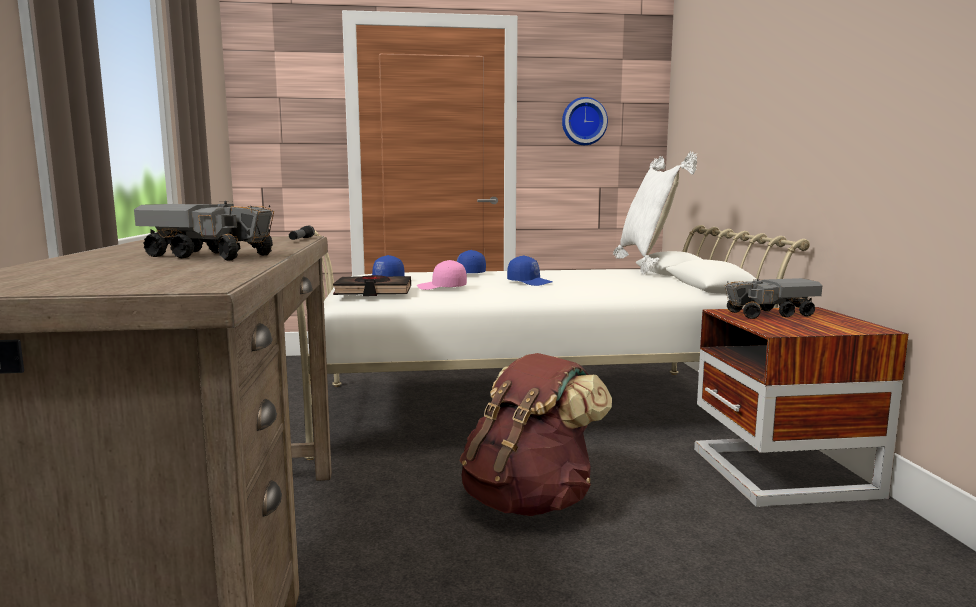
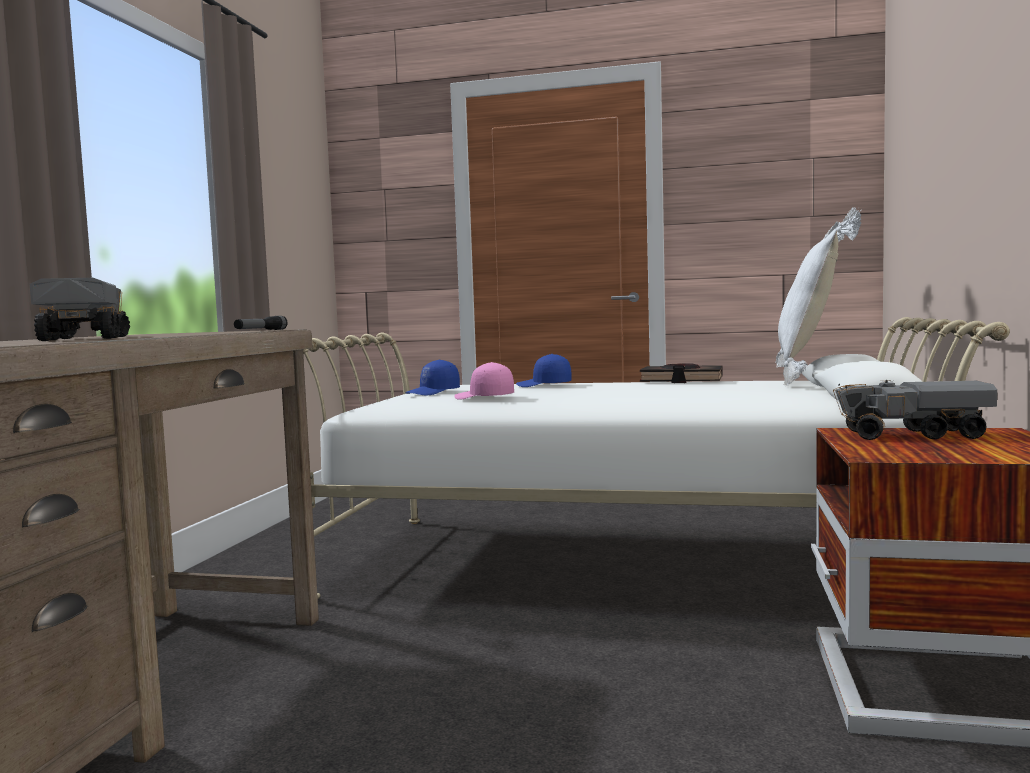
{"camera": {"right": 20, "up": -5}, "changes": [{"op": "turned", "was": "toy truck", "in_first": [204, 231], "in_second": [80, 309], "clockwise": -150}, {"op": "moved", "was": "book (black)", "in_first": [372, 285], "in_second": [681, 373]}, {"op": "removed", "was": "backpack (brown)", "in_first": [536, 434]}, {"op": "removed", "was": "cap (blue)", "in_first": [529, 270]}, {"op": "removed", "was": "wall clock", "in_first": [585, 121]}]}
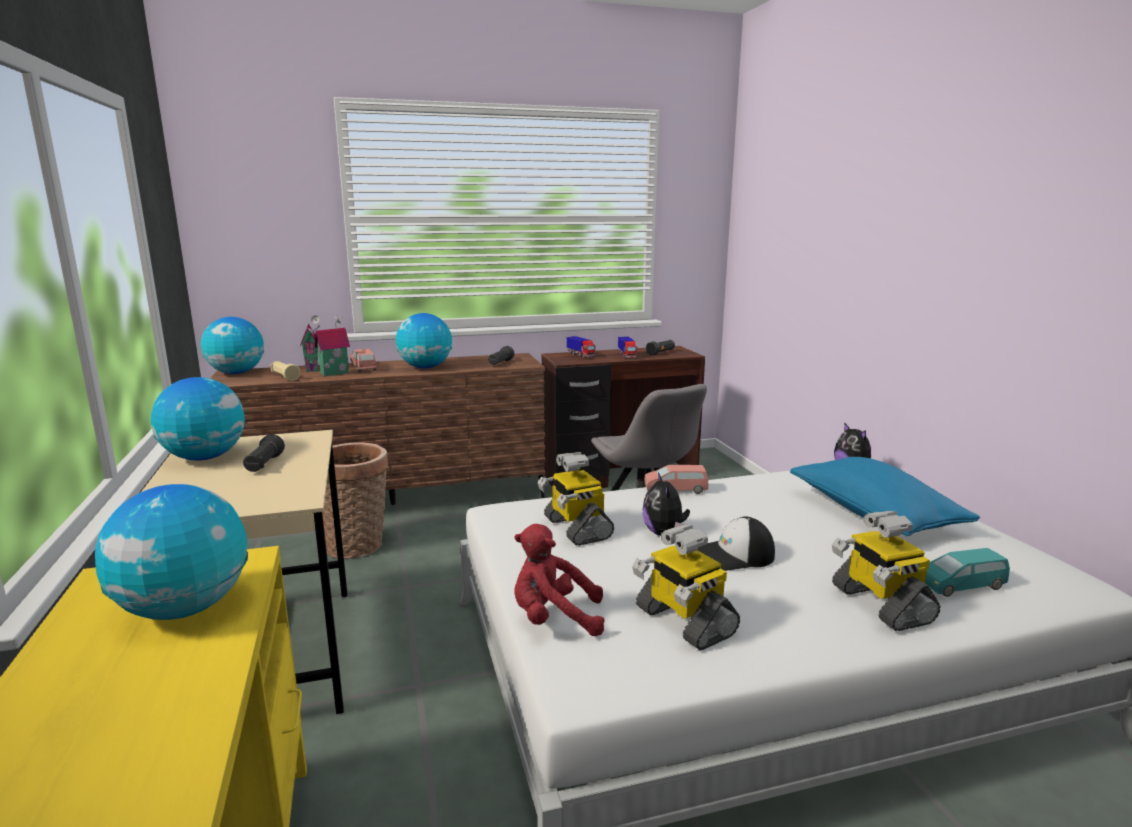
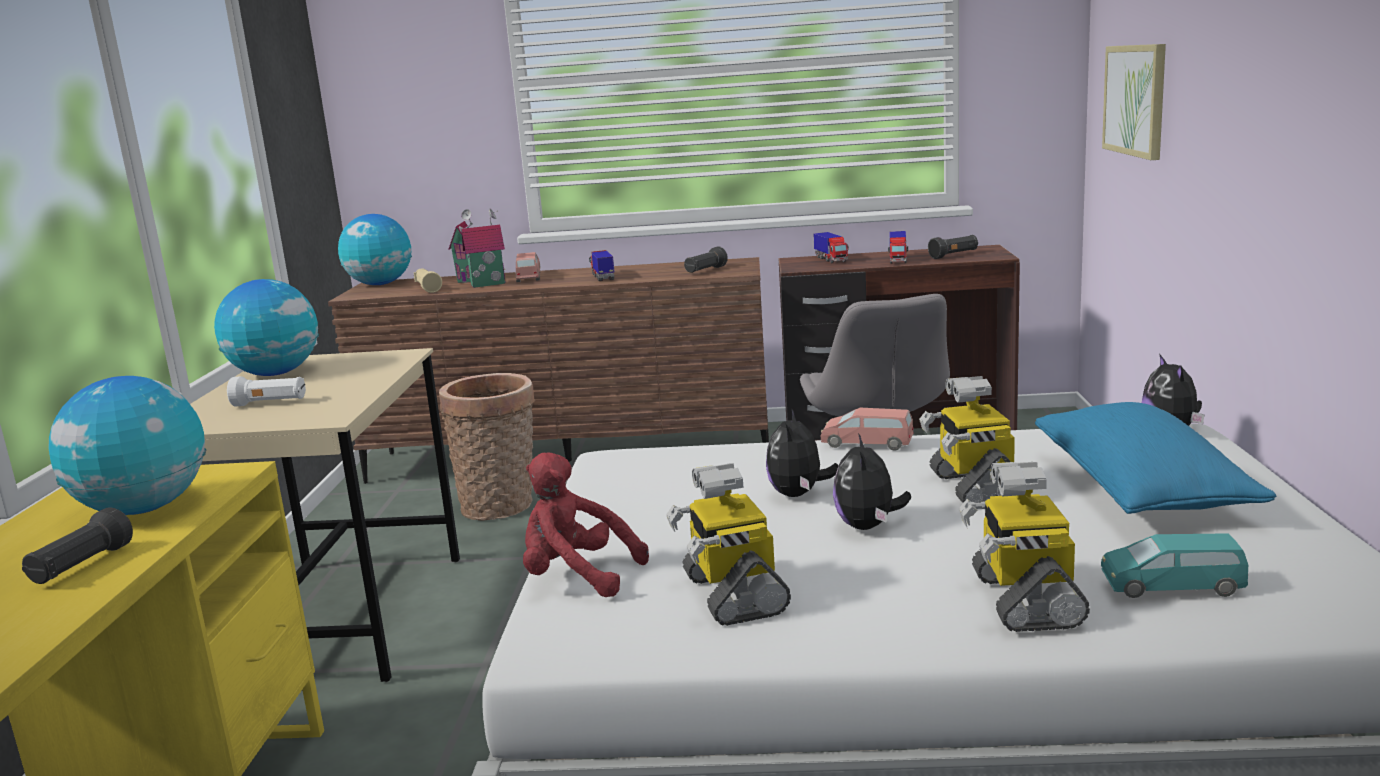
{"camera": {"right": 20, "up": 0}, "changes": [{"op": "moved", "was": "flashlight (black)", "in_first": [264, 453], "in_second": [77, 545]}, {"op": "replaced", "was": "globe", "now": "toy truck", "in_first": [424, 341], "in_second": [601, 265]}, {"op": "moved", "was": "toy robot", "in_first": [576, 499], "in_second": [967, 439]}, {"op": "replaced", "was": "cap", "now": "plush toy", "in_first": [736, 544], "in_second": [872, 481]}, {"op": "added", "now": "flashlight (white)", "in_second": [266, 391]}, {"op": "added", "now": "picture", "in_second": [1134, 102]}]}
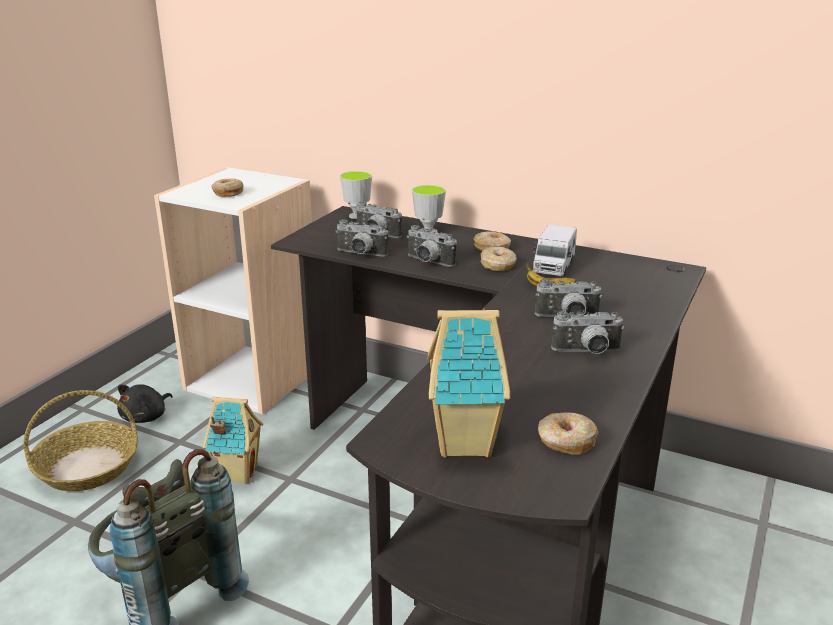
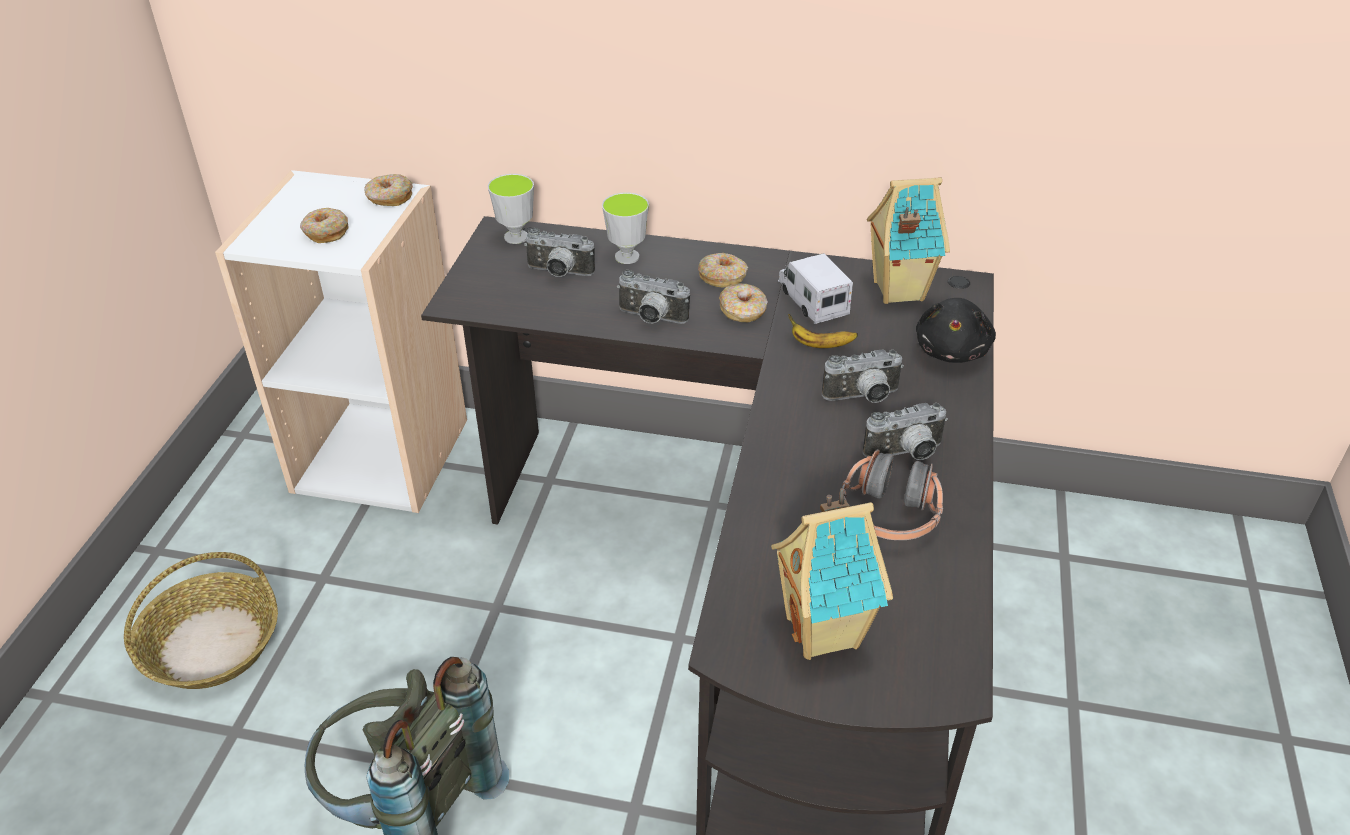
{"camera": {"right": -15, "up": 15}, "changes": [{"op": "moved", "was": "plush toy (black)", "in_first": [145, 403], "in_second": [956, 330]}, {"op": "moved", "was": "toy house", "in_first": [233, 440], "in_second": [908, 240]}, {"op": "removed", "was": "photo camera", "in_first": [361, 238]}, {"op": "turned", "was": "toy truck", "in_first": [555, 250], "in_second": [815, 288], "clockwise": 150}, {"op": "moved", "was": "donut", "in_first": [568, 433], "in_second": [388, 190]}, {"op": "added", "now": "headphones", "in_second": [891, 494]}]}
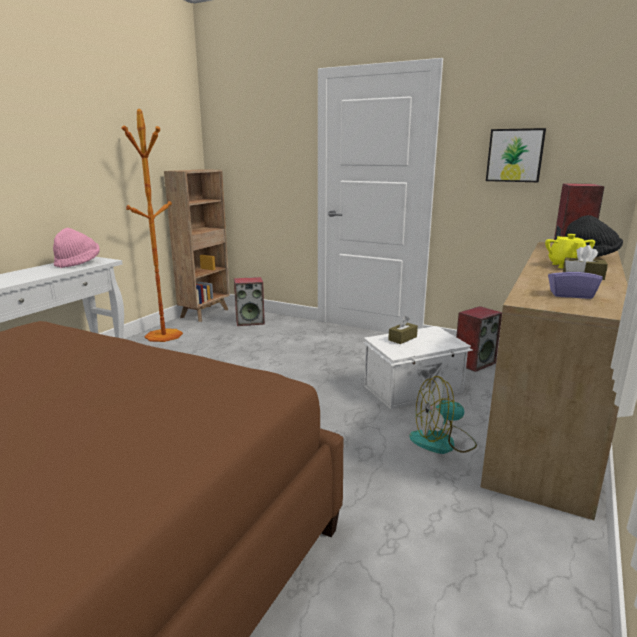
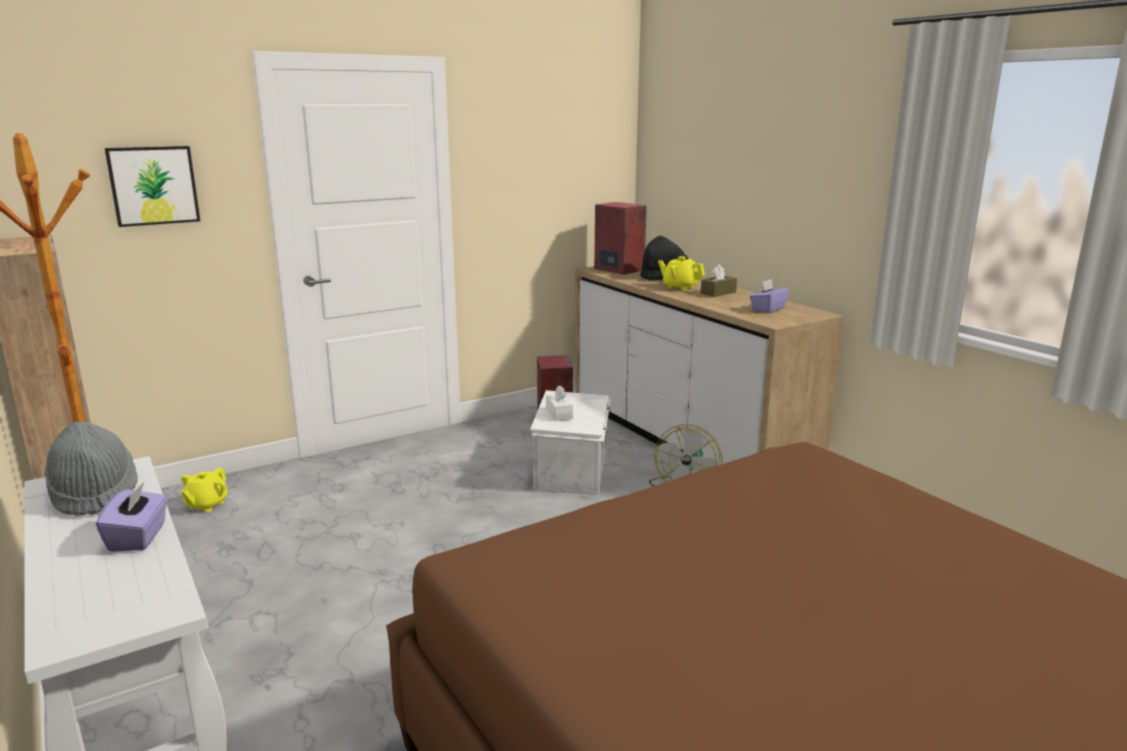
{"camera": {"right": -60, "up": 0}, "changes": [{"op": "recoloured", "was": "hat (pink)", "now": "hat (grey)", "in_first": [76, 248], "in_second": [91, 469]}, {"op": "replaced", "was": "speaker", "now": "teapot (yellow)", "in_first": [249, 301], "in_second": [204, 490]}, {"op": "recoloured", "was": "tissue box (brown)", "now": "tissue box (white)", "in_first": [403, 330], "in_second": [559, 403]}, {"op": "moved", "was": "picture", "in_first": [516, 155], "in_second": [152, 186]}, {"op": "added", "now": "tissue box (purple)", "in_second": [132, 517]}]}
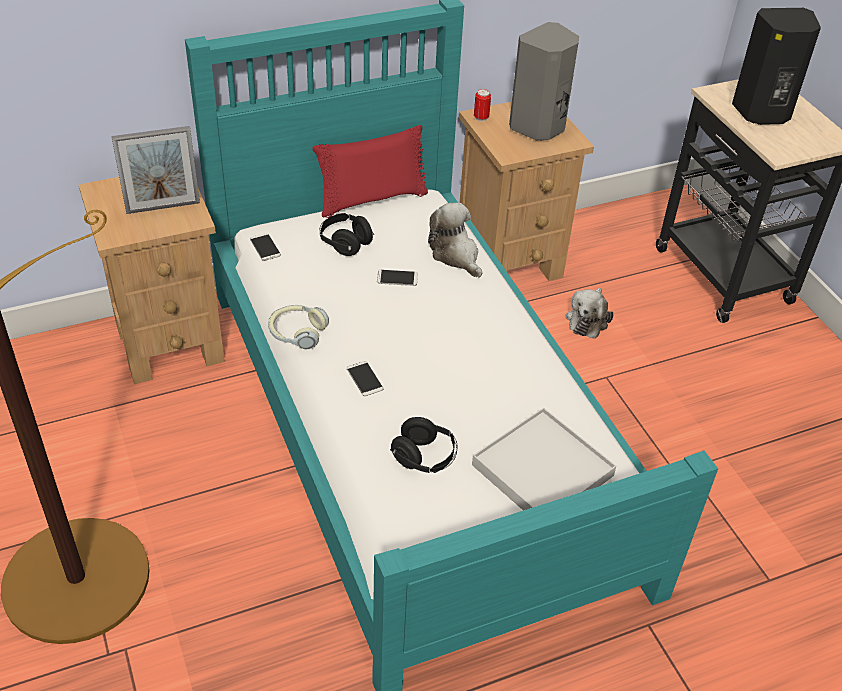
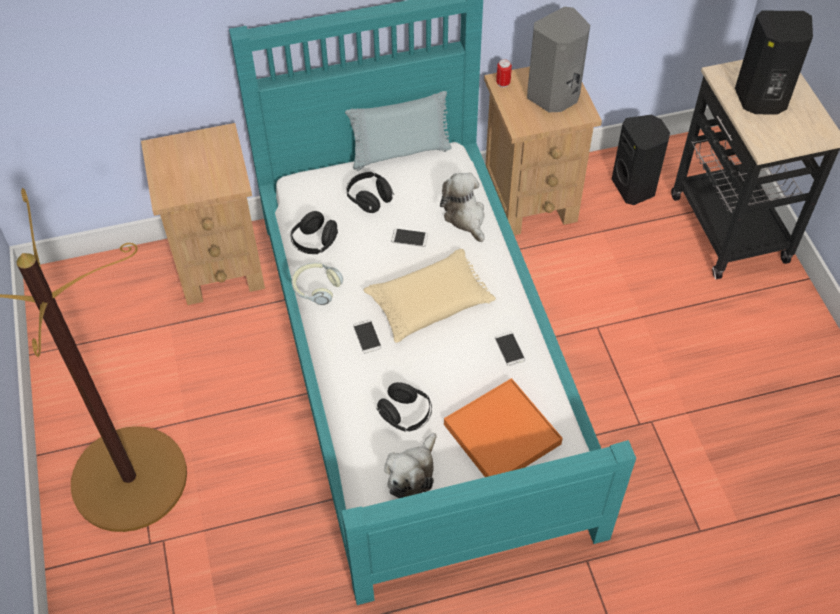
{"camera": {"right": 10, "up": 10}, "changes": [{"op": "removed", "was": "picture frame", "in_first": [155, 170]}, {"op": "moved", "was": "phone", "in_first": [265, 247], "in_second": [510, 349]}, {"op": "recoloured", "was": "pillow (red)", "now": "pillow (blue)", "in_first": [370, 172], "in_second": [398, 131]}, {"op": "recoloured", "was": "tray (white)", "now": "tray (orange)", "in_first": [544, 459], "in_second": [503, 427]}, {"op": "moved", "was": "plush toy", "in_first": [589, 313], "in_second": [410, 465]}, {"op": "added", "now": "headphones (black)", "in_second": [314, 232]}, {"op": "added", "now": "pillow (beige)", "in_second": [429, 296]}, {"op": "added", "now": "speaker (black)", "in_second": [641, 160]}]}
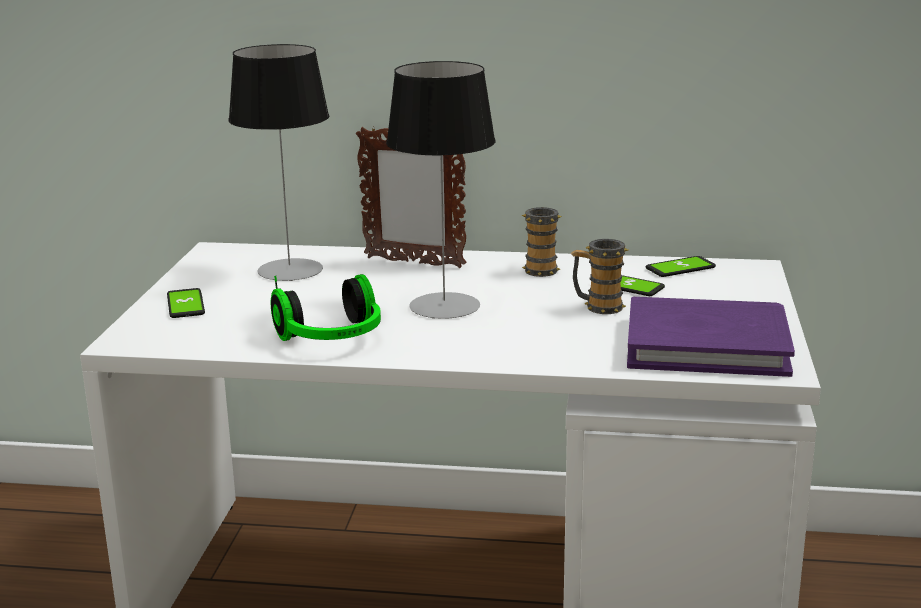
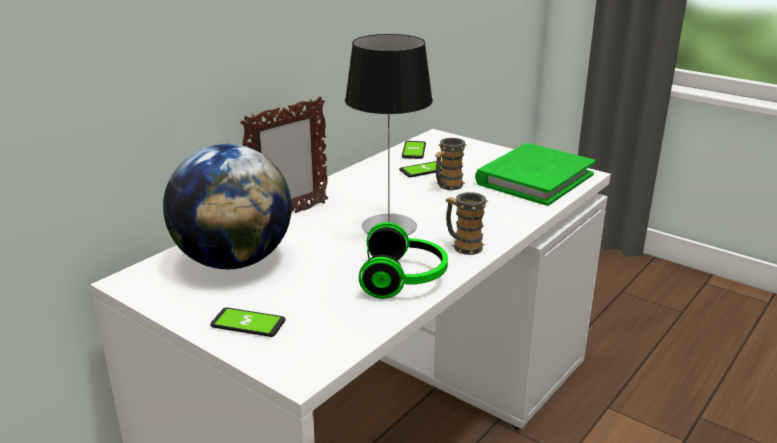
{"camera": {"right": -60, "up": 5}, "changes": [{"op": "replaced", "was": "table lamp", "now": "globe", "in_first": [278, 162], "in_second": [227, 206]}, {"op": "moved", "was": "mug", "in_first": [541, 242], "in_second": [466, 223]}, {"op": "recoloured", "was": "book (purple)", "now": "book (green)", "in_first": [711, 337], "in_second": [535, 174]}]}
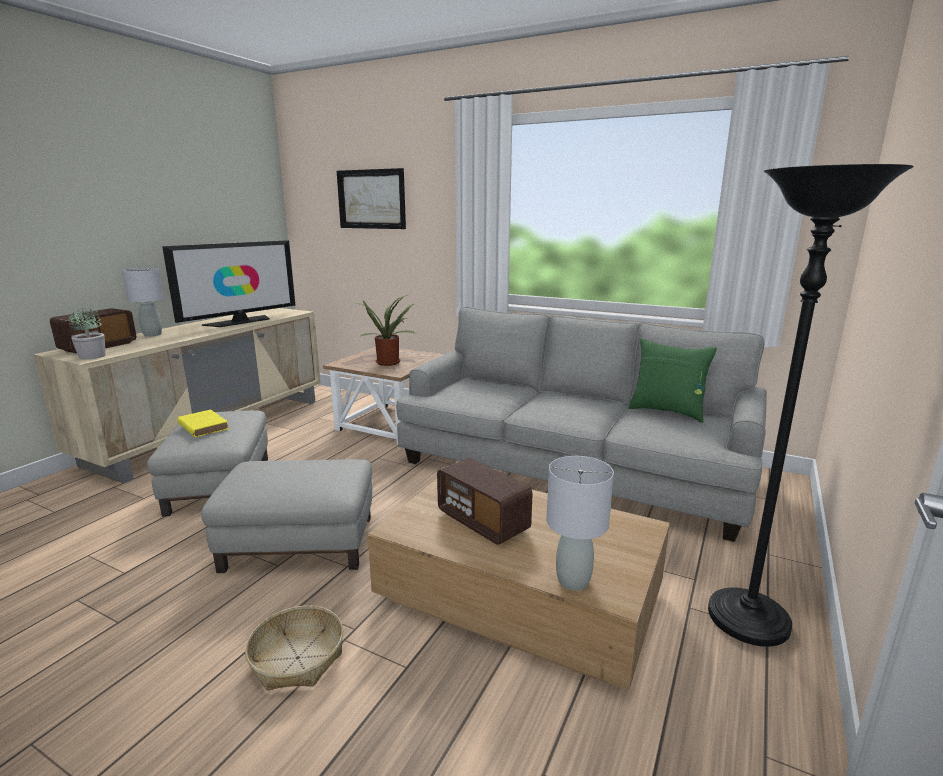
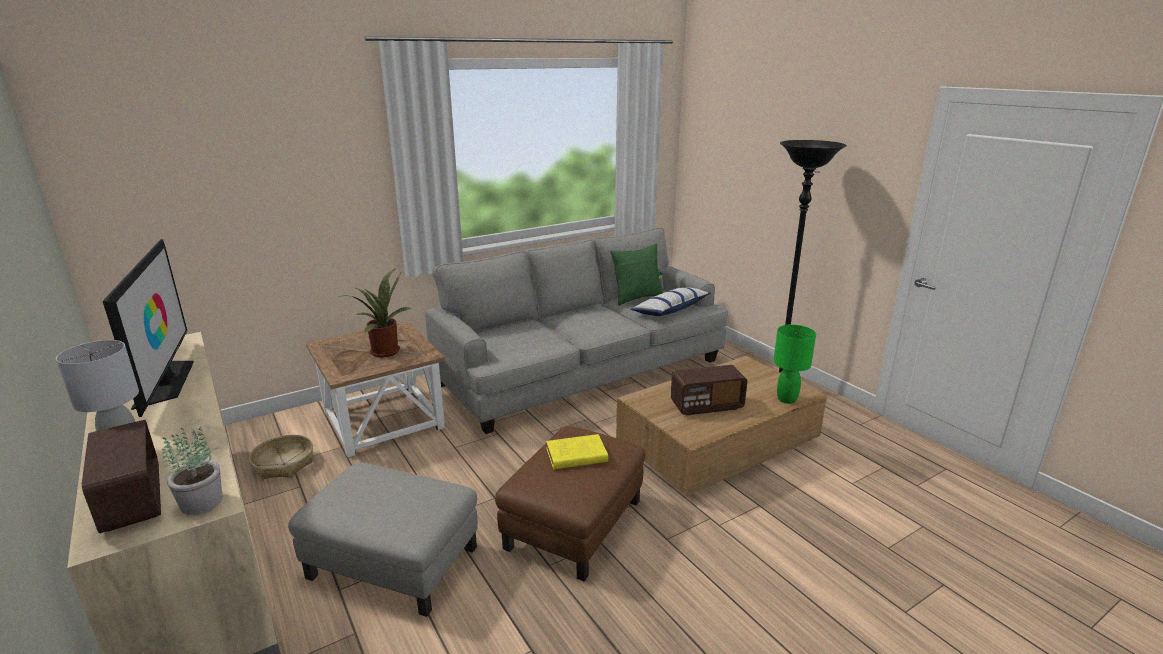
{"camera": {"right": -60, "up": 5}, "changes": [{"op": "moved", "was": "book (yellow)", "in_first": [203, 423], "in_second": [577, 451]}, {"op": "recoloured", "was": "ottoman (grey)", "now": "ottoman (brown)", "in_first": [286, 516], "in_second": [570, 504]}, {"op": "moved", "was": "basket", "in_first": [294, 648], "in_second": [281, 457]}, {"op": "removed", "was": "picture", "in_first": [371, 198]}, {"op": "recoloured", "was": "table lamp (grey)", "now": "table lamp (green)", "in_first": [580, 523], "in_second": [794, 364]}, {"op": "added", "now": "pillow", "in_second": [670, 301]}]}
